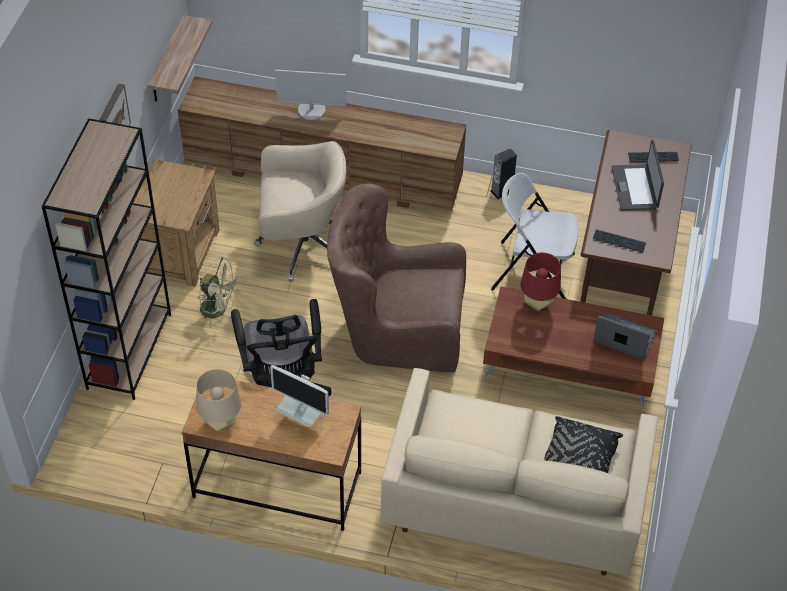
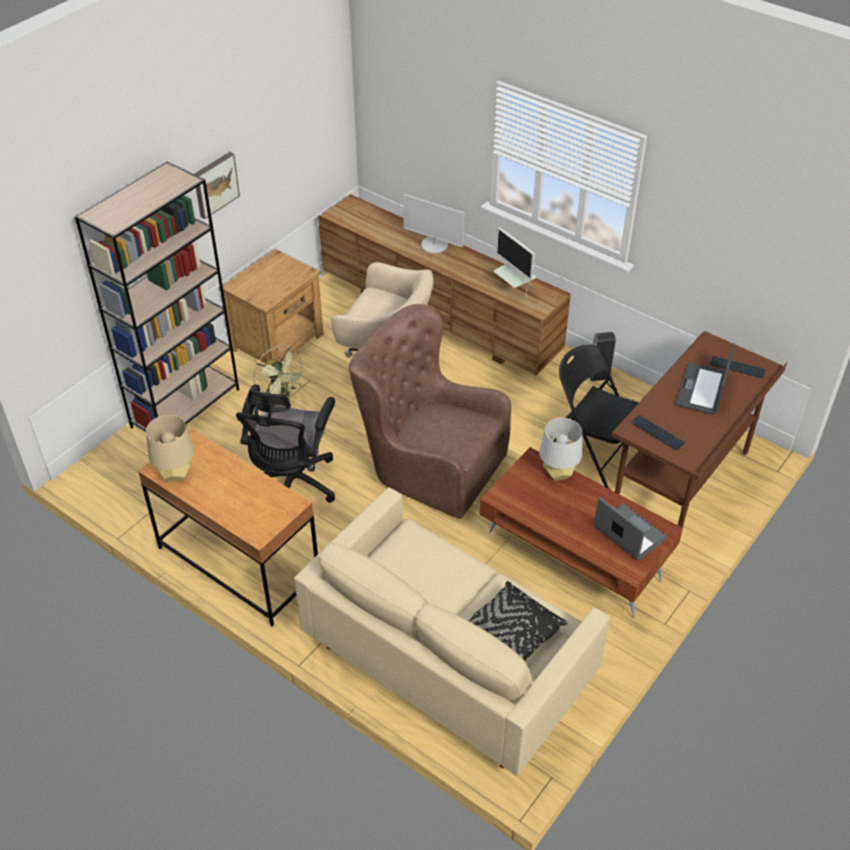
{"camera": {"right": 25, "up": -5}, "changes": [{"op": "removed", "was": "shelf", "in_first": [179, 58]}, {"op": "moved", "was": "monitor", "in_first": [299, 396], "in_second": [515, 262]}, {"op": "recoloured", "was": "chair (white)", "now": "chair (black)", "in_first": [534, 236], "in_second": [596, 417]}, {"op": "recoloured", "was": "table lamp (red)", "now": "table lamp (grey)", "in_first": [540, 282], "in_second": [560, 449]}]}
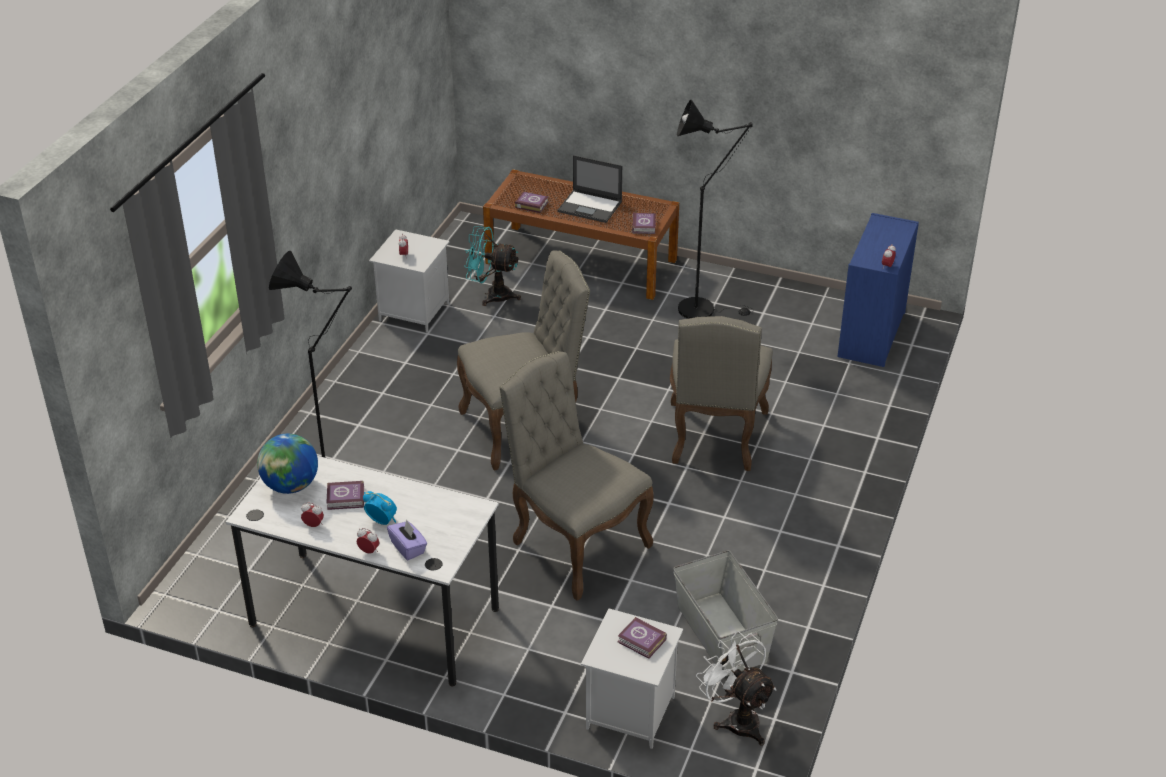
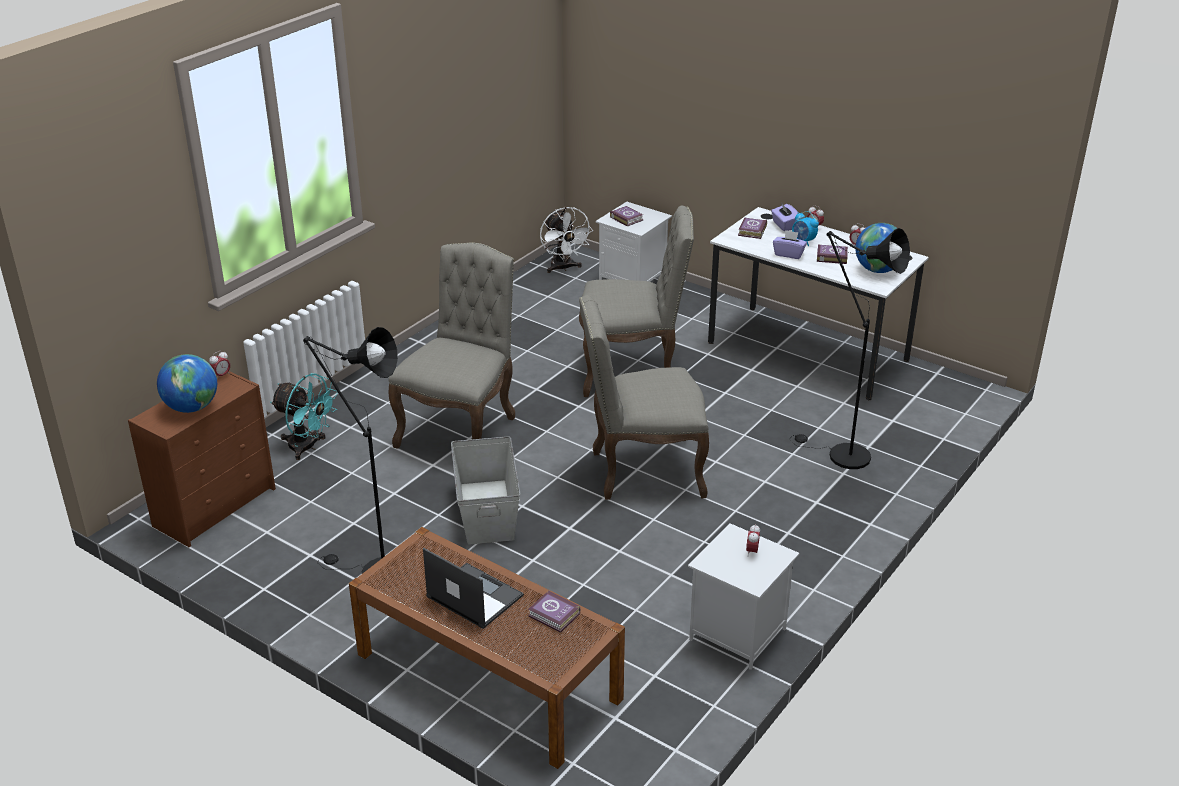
{"camera": {"right": -165, "up": -5}, "changes": [{"op": "moved", "was": "fan (turquoise)", "in_first": [492, 266], "in_second": [304, 416]}, {"op": "turned", "was": "chair (grey)", "in_first": [577, 476], "in_second": [636, 301], "clockwise": -60}, {"op": "moved", "was": "book", "in_first": [644, 223], "in_second": [752, 228]}, {"op": "moved", "was": "storage box (grey)", "in_first": [725, 613], "in_second": [485, 490]}, {"op": "recoloured", "was": "dresser (blue)", "now": "dresser (brown)", "in_first": [878, 290], "in_second": [202, 459]}, {"op": "added", "now": "globe", "in_second": [187, 383]}, {"op": "added", "now": "tissue box (purple)", "in_second": [790, 244]}]}
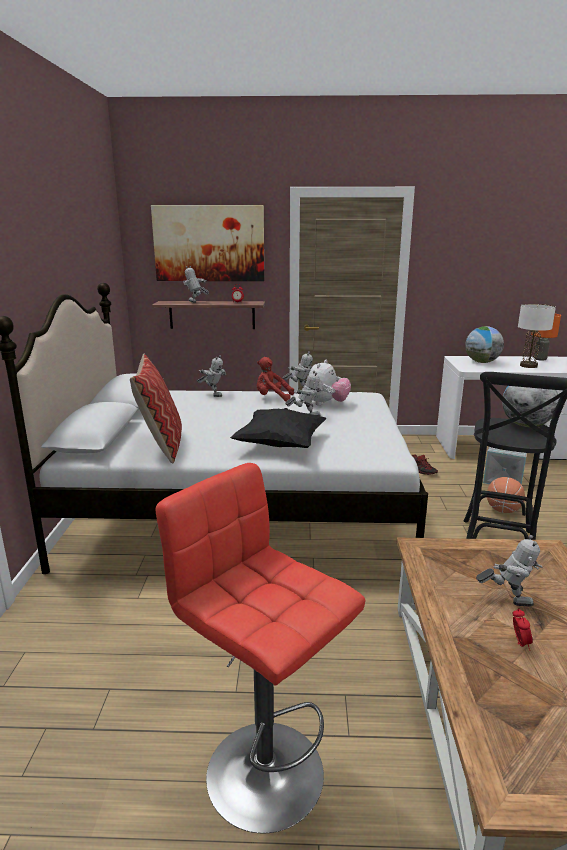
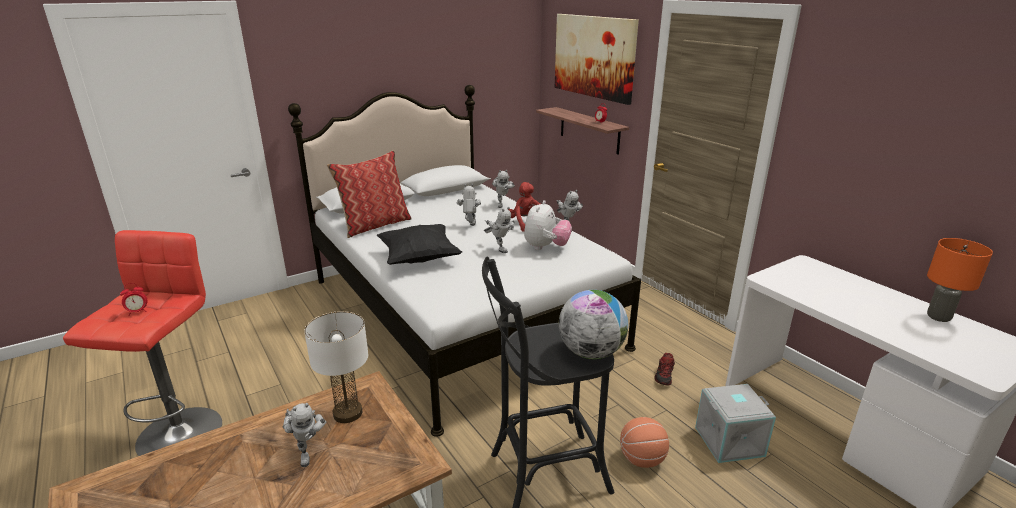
{"camera": {"right": 55, "up": 5}, "changes": [{"op": "moved", "was": "toy robot", "in_first": [196, 284], "in_second": [469, 205]}, {"op": "turned", "was": "plush toy", "in_first": [330, 383], "in_second": [548, 225], "clockwise": -60}, {"op": "removed", "was": "globe", "in_first": [484, 344]}, {"op": "moved", "was": "alarm clock", "in_first": [523, 629], "in_second": [133, 299]}, {"op": "moved", "was": "table lamp", "in_first": [537, 336], "in_second": [336, 367]}]}
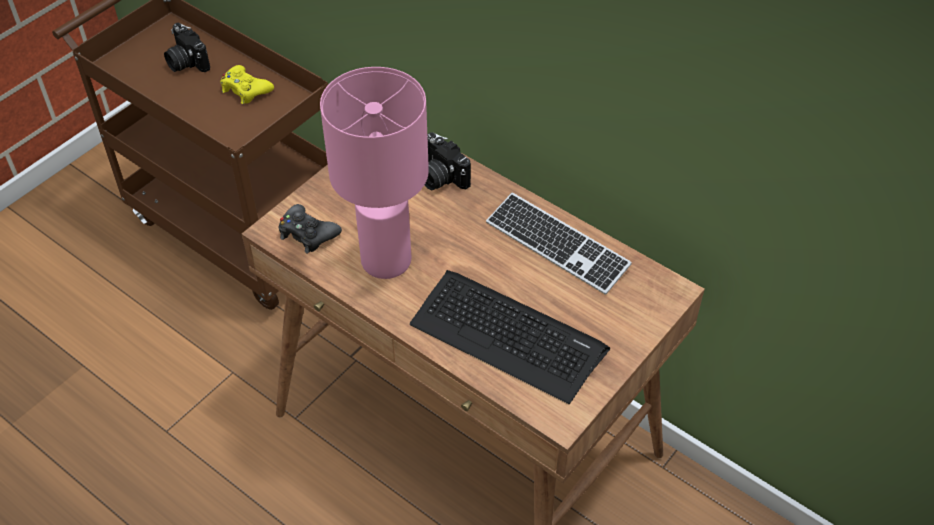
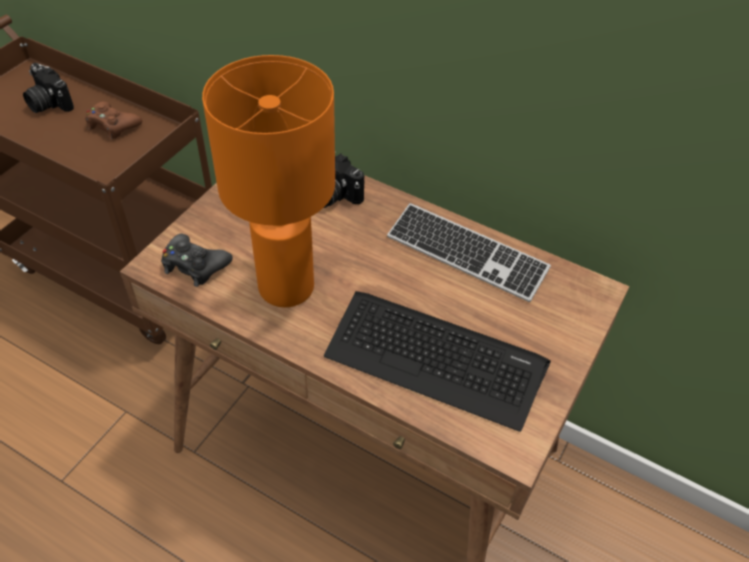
{"camera": {"right": -10, "up": 0}, "changes": [{"op": "recoloured", "was": "game controller (yellow)", "now": "game controller (brown)", "in_first": [247, 84], "in_second": [113, 120]}, {"op": "recoloured", "was": "table lamp (pink)", "now": "table lamp (orange)", "in_first": [374, 173], "in_second": [268, 181]}]}
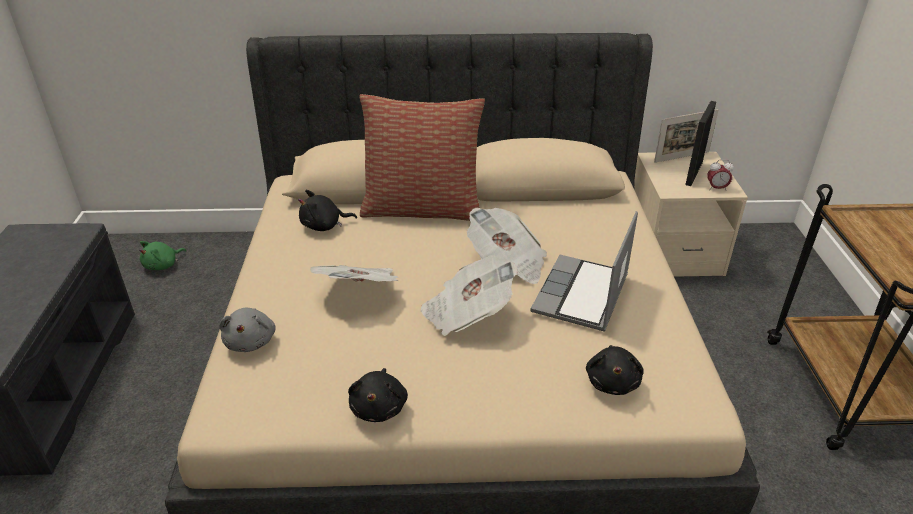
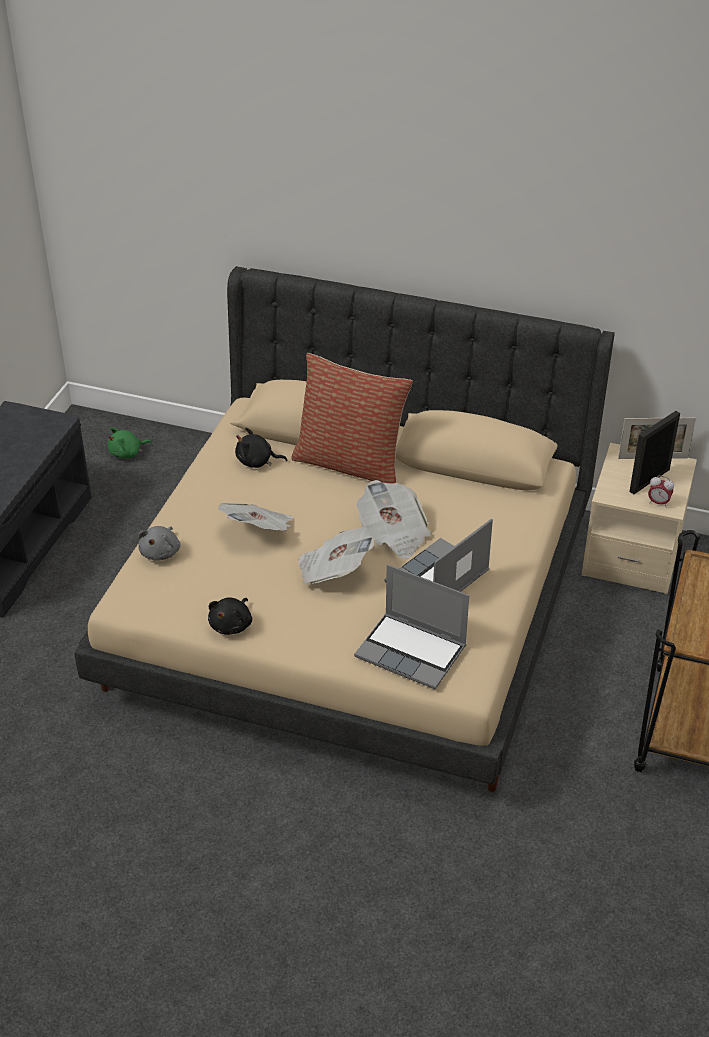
{"camera": {"right": 20, "up": 5}, "changes": [{"op": "replaced", "was": "plush toy (black)", "now": "laptop", "in_first": [615, 370], "in_second": [411, 627]}]}
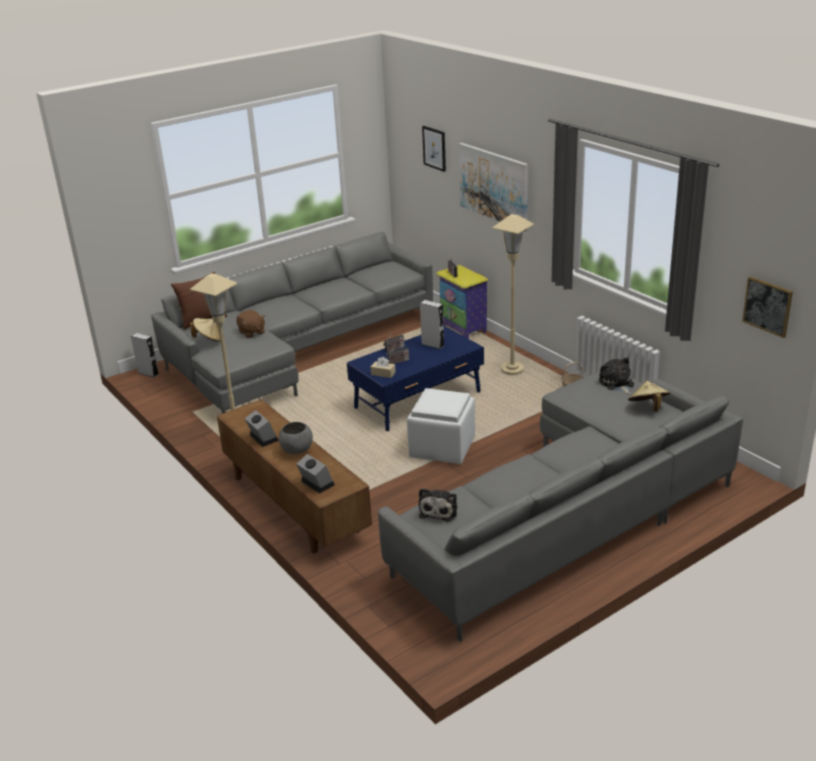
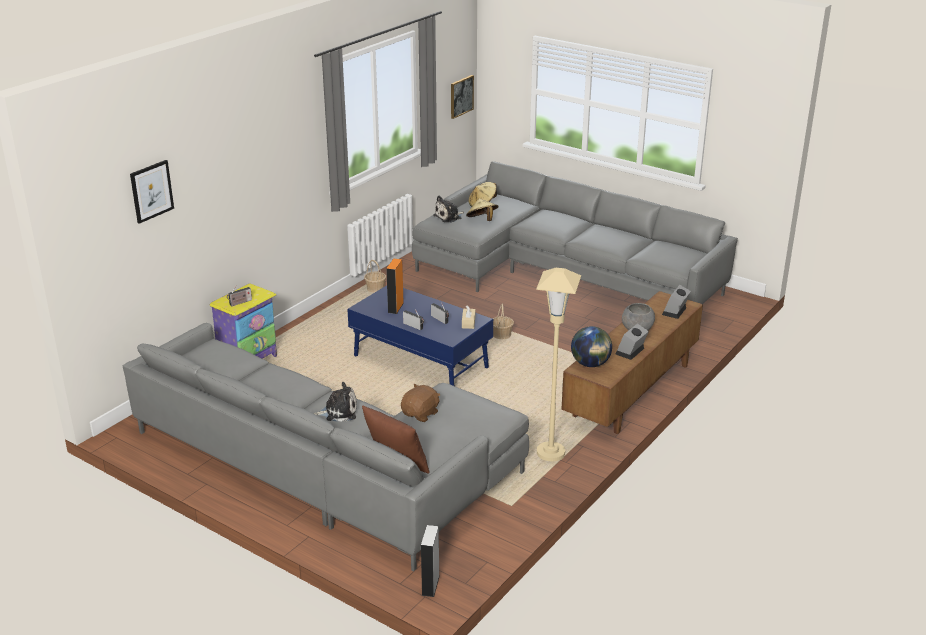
{"camera": {"right": -110, "up": 0}, "changes": [{"op": "moved", "was": "hat (beige)", "in_first": [207, 330], "in_second": [482, 209]}, {"op": "replaced", "was": "ottoman (white)", "now": "basket", "in_first": [441, 426], "in_second": [503, 322]}, {"op": "moved", "was": "plush toy", "in_first": [438, 505], "in_second": [335, 402]}, {"op": "recoloured", "was": "speaker (grey)", "now": "speaker (orange)", "in_first": [432, 324], "in_second": [395, 286]}, {"op": "removed", "was": "picture", "in_first": [493, 187]}, {"op": "removed", "was": "floor lamp (beige)", "in_first": [513, 294]}, {"op": "added", "now": "globe", "in_second": [591, 346]}]}
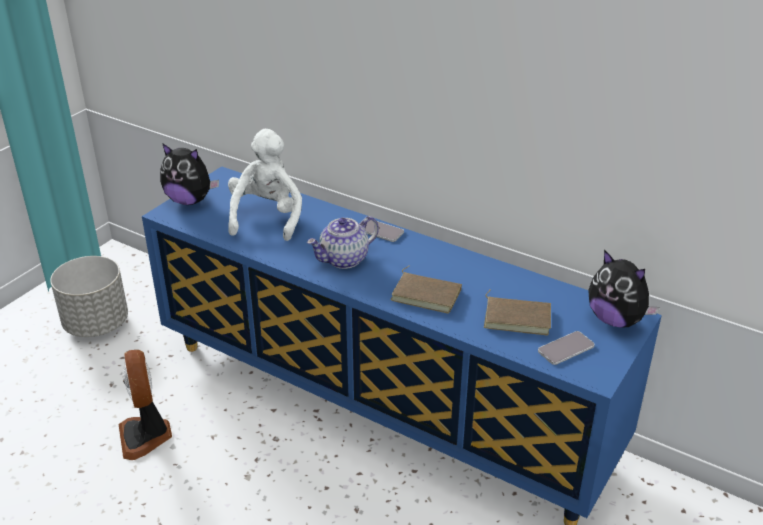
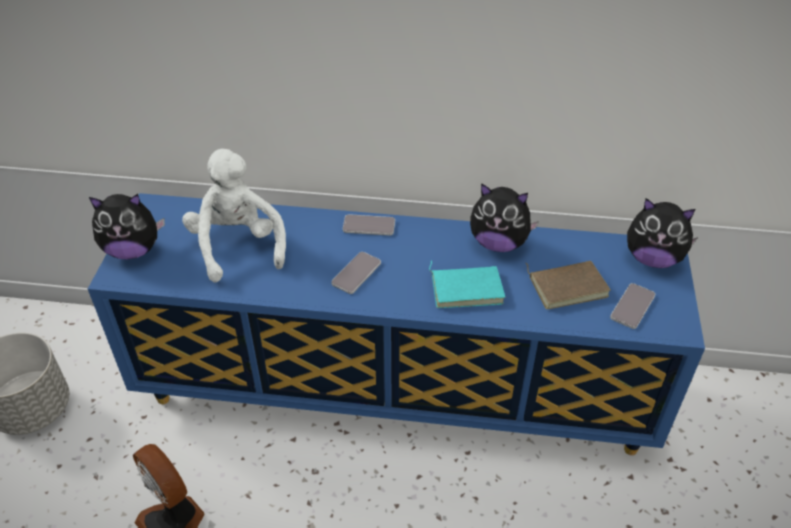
{"camera": {"right": -25, "up": 10}, "changes": [{"op": "replaced", "was": "teapot", "now": "phone", "in_first": [343, 242], "in_second": [356, 273]}, {"op": "recoloured", "was": "book (brown)", "now": "book (turquoise)", "in_first": [426, 290], "in_second": [467, 284]}, {"op": "added", "now": "plush toy", "in_second": [504, 217]}]}
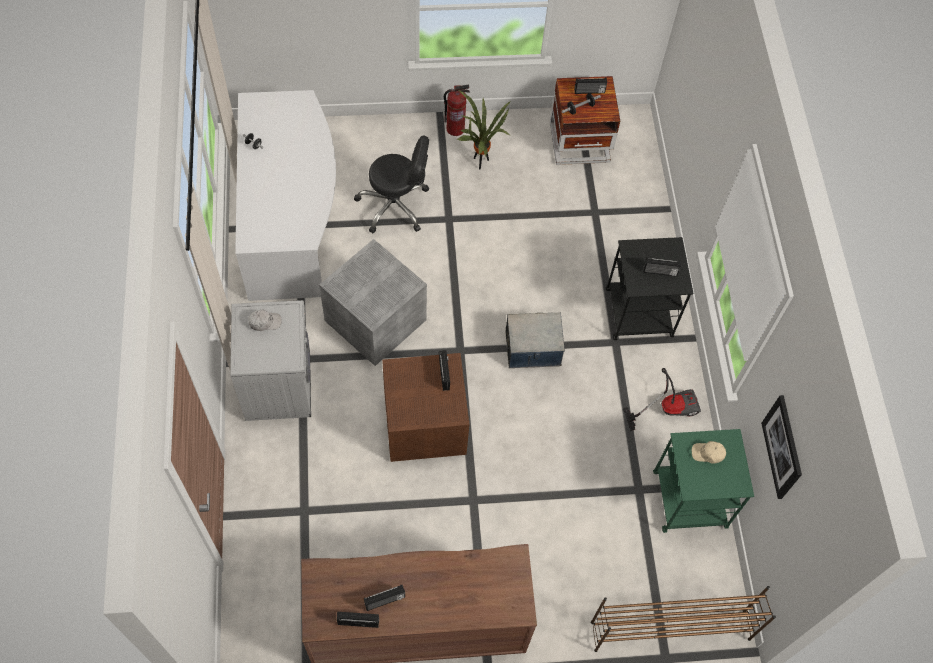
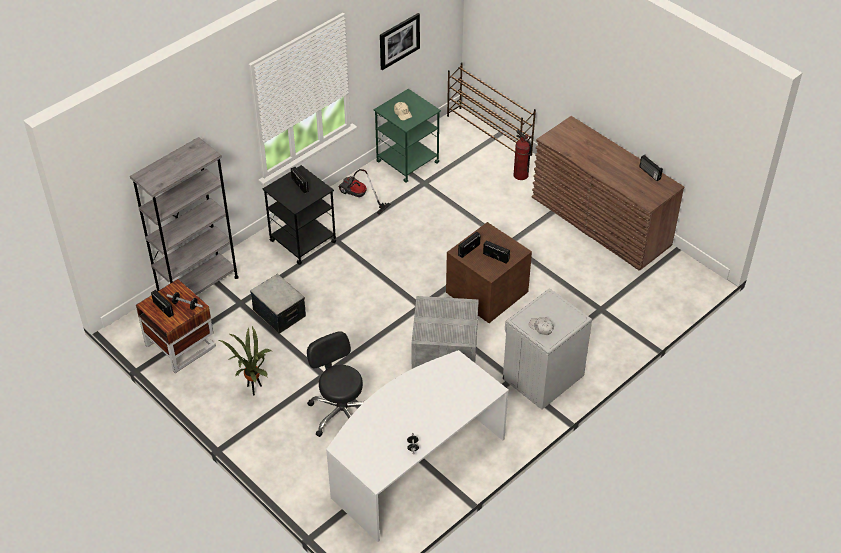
{"camera": {"right": -125, "up": -15}, "changes": [{"op": "moved", "was": "radio", "in_first": [384, 598], "in_second": [496, 252]}, {"op": "moved", "was": "fire extinguisher", "in_first": [457, 110], "in_second": [523, 155]}, {"op": "moved", "was": "storage box", "in_first": [535, 340], "in_second": [278, 304]}, {"op": "added", "now": "bookcase (grey)", "in_second": [184, 216]}]}
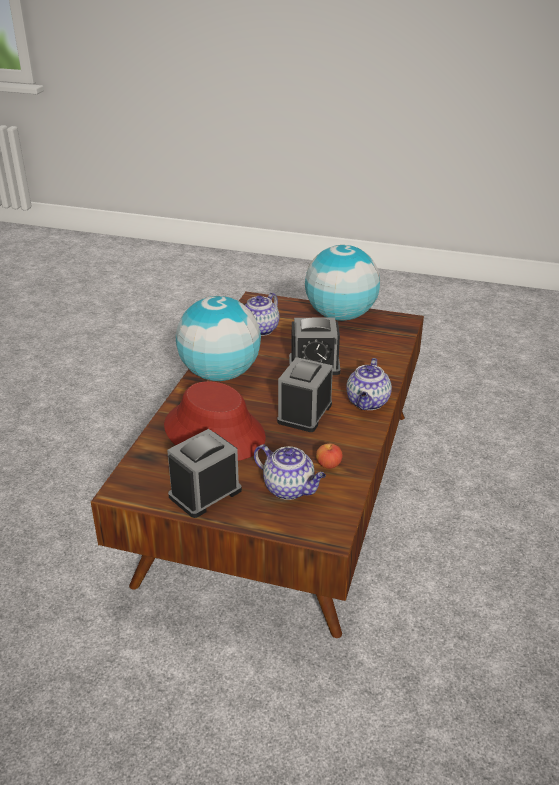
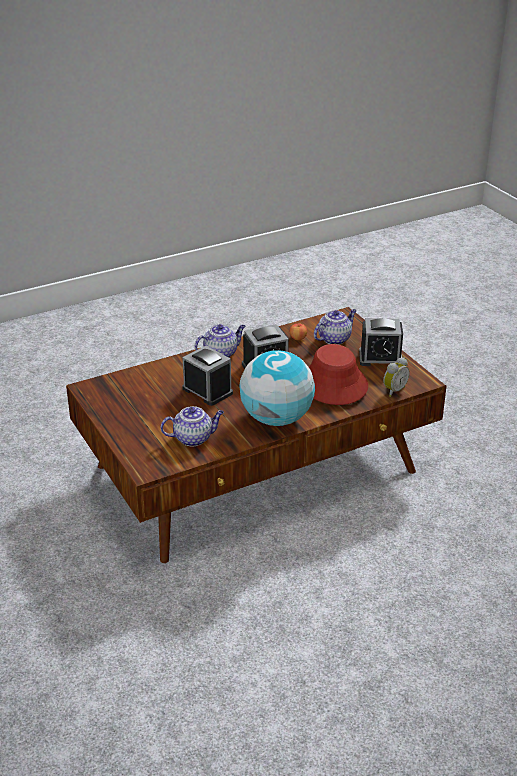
{"camera": {"right": -135, "up": 0}, "changes": [{"op": "turned", "was": "teapot", "in_first": [290, 472], "in_second": [335, 327], "clockwise": 60}, {"op": "removed", "was": "globe", "in_first": [342, 283]}, {"op": "added", "now": "alarm clock", "in_second": [396, 377]}]}
